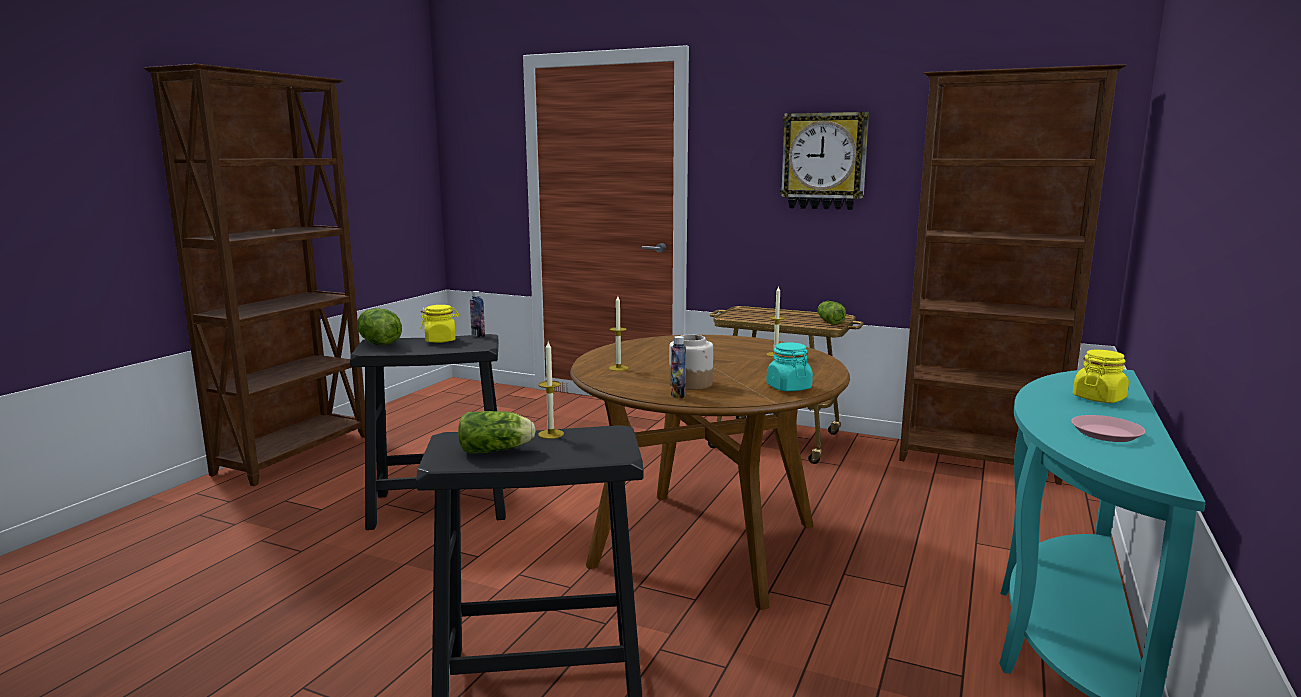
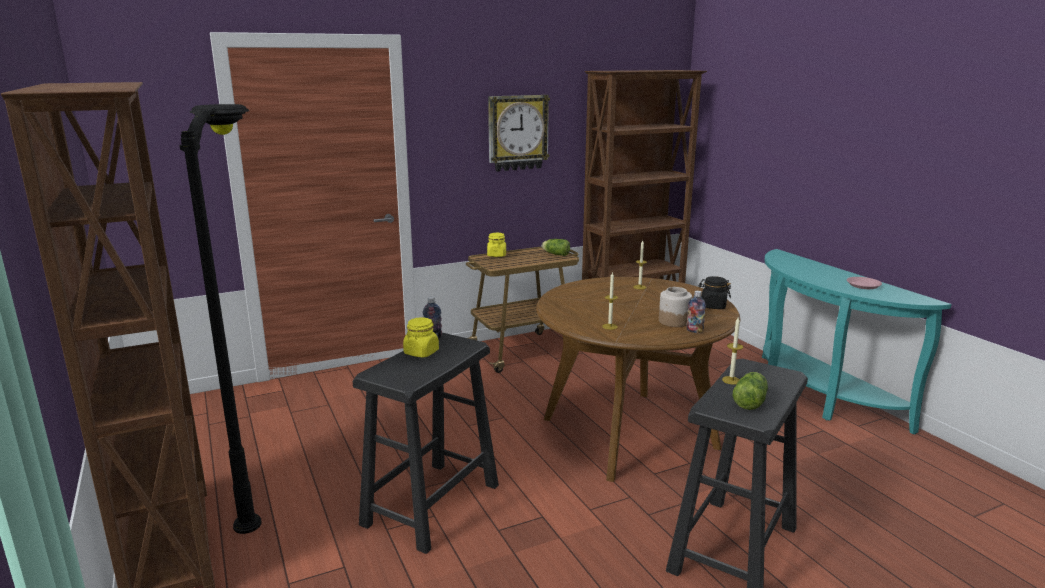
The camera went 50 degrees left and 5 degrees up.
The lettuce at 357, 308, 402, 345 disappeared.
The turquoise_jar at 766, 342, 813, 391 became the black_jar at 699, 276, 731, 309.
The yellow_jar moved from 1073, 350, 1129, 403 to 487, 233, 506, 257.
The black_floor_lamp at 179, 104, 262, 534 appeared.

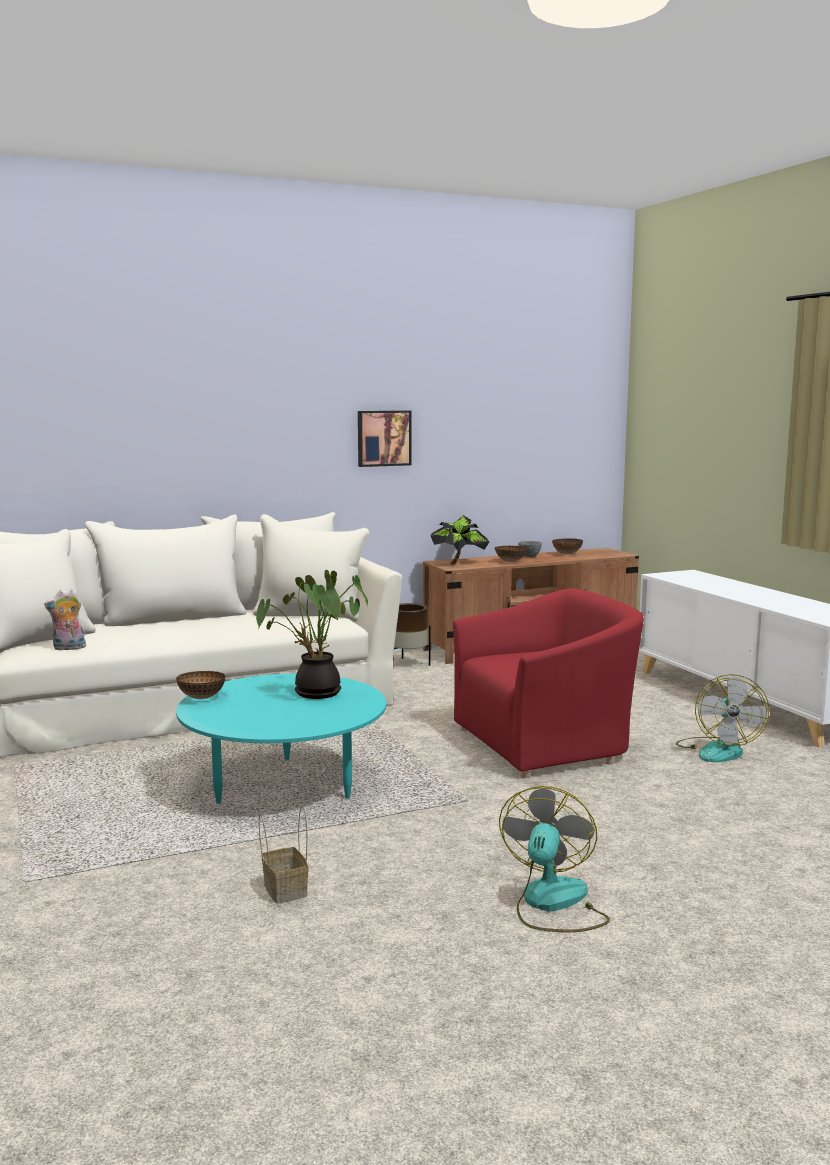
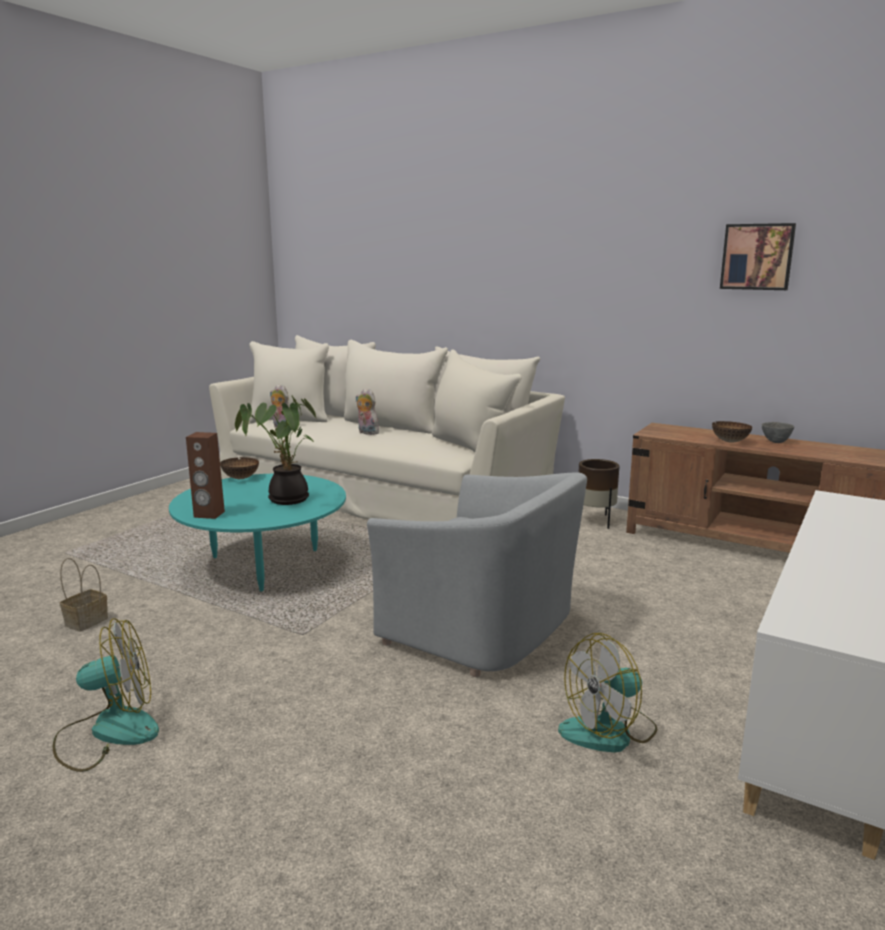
The camera went 55 degrees right and 5 degrees up.
The picture moved from 358, 410, 411, 467 to 720, 223, 796, 290.
The potted_plant at 431, 515, 489, 565 disappeared.
The red_armchair at 453, 588, 644, 778 became the grey_armchair at 367, 472, 587, 677.
The bowl at 552, 538, 583, 555 disappeared.
The brown_speaker at 186, 432, 225, 519 appeared.
The plush_toy at 356, 389, 379, 435 appeared.

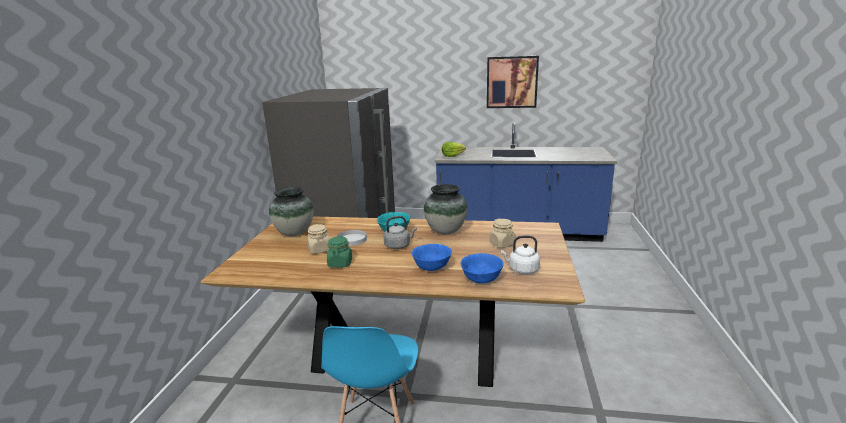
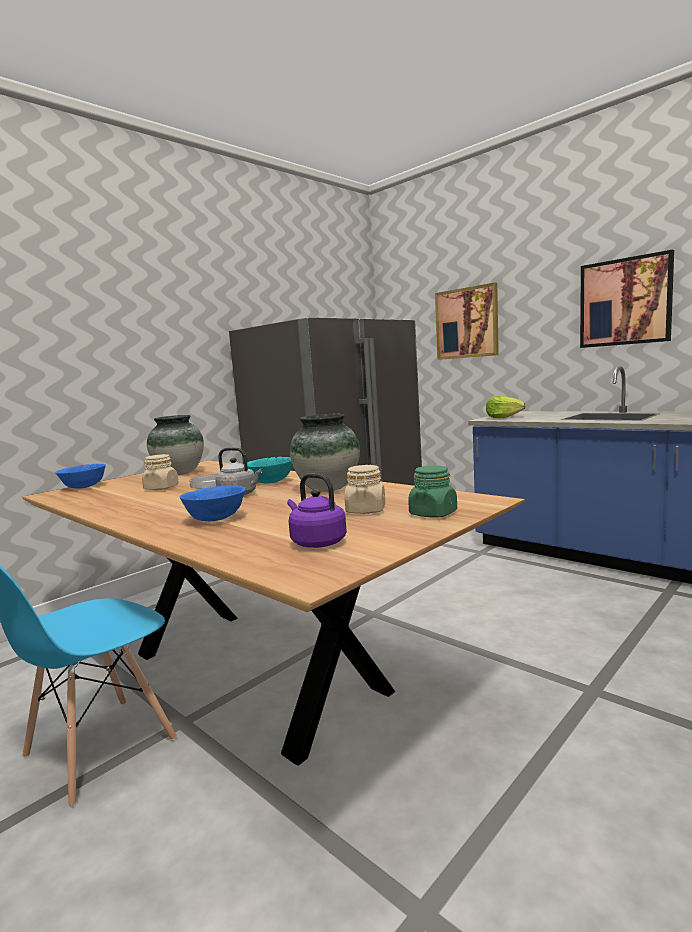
The camera went 35 degrees right and 10 degrees down.
The green_jar moved from 327, 236, 352, 268 to 408, 465, 457, 517.
The blue_bowl moved from 460, 253, 504, 283 to 55, 464, 106, 489.
The white_kettle at 501, 236, 540, 274 became the purple_kettle at 287, 473, 347, 548.
The picture at 435, 283, 499, 360 appeared.

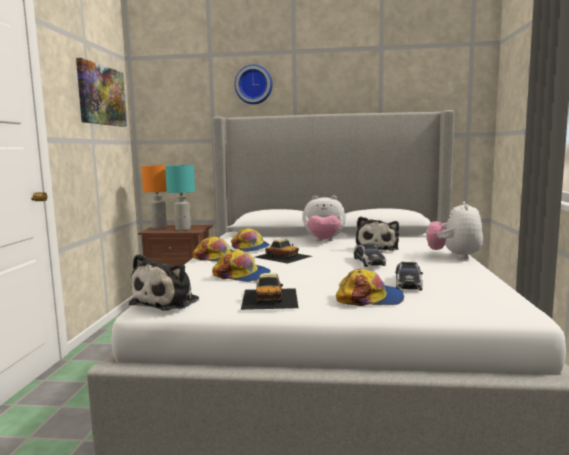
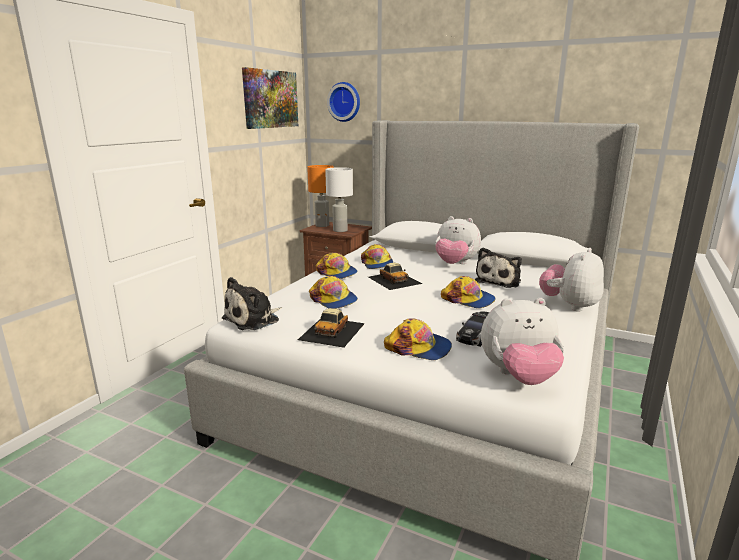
The camera went 20 degrees right and 10 degrees up.
The turquoise_table_lamp at 165, 165, 195, 231 became the white_table_lamp at 325, 167, 353, 232.
The wall_clock moved from 235, 65, 272, 104 to 327, 82, 360, 122.
The toy_car at 354, 244, 386, 267 was replaced by the cap at 441, 276, 496, 308.
The plush_toy at 481, 298, 564, 385 appeared.

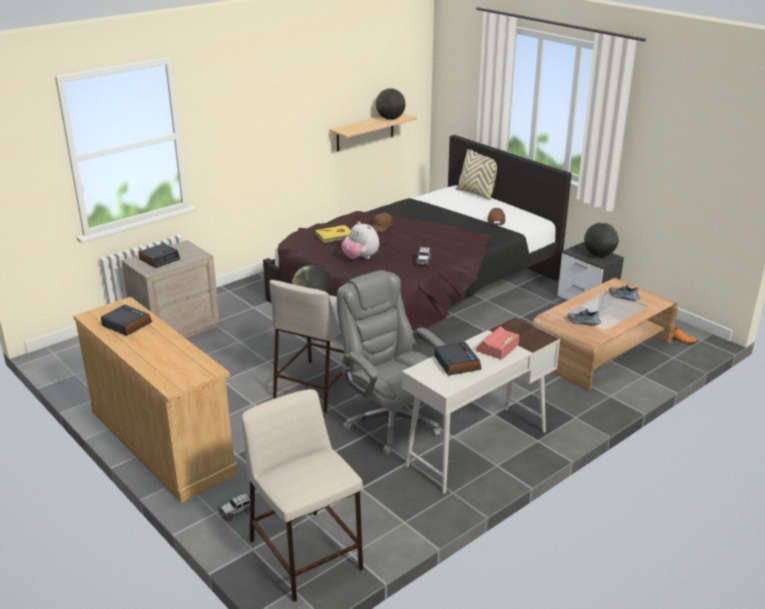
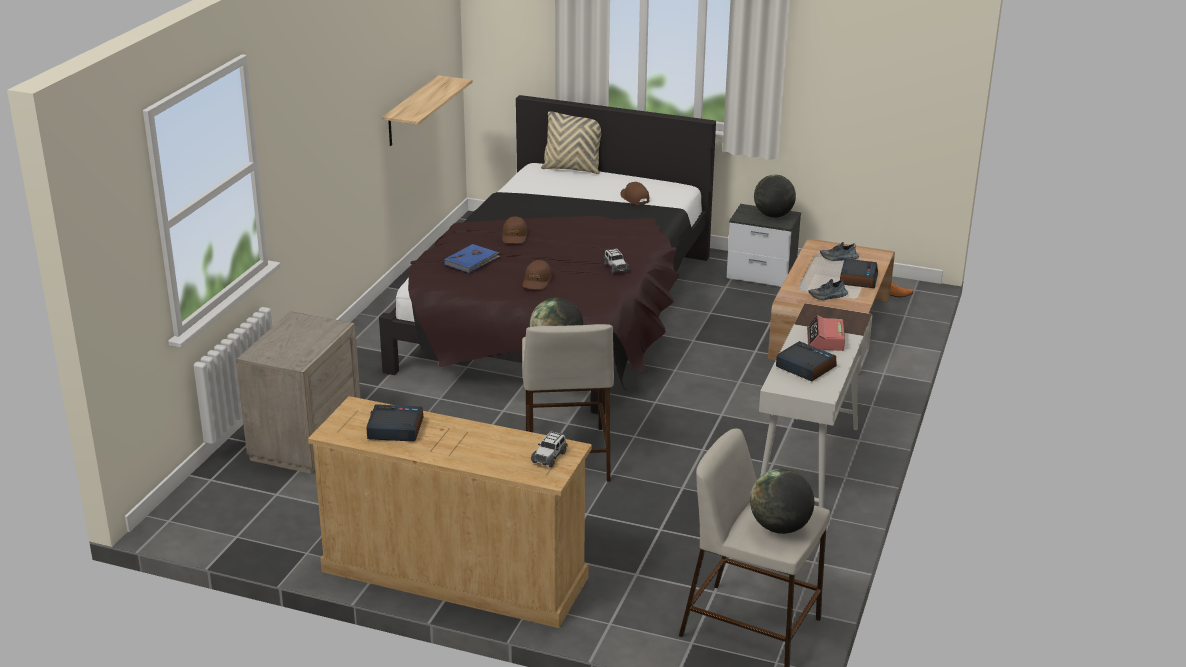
The camera went 30 degrees left and 0 degrees up.
The alarm_clock moved from 138, 243, 180, 268 to 840, 259, 878, 288.
The toy_car moved from 218, 493, 250, 521 to 531, 431, 568, 468.
The yellow_book at 315, 225, 351, 243 became the blue_book at 444, 244, 500, 273.
The grey_office_chair at 337, 270, 445, 454 disappeared.
The plush_toy at 341, 221, 379, 259 was replaced by the brown_cap at 522, 260, 552, 290.
The globe moved from 376, 88, 406, 120 to 750, 469, 814, 534.

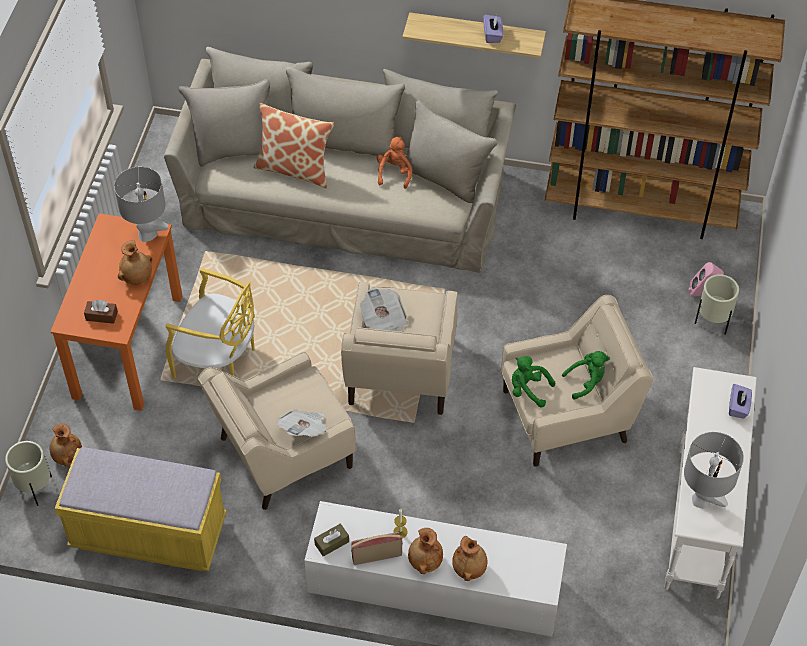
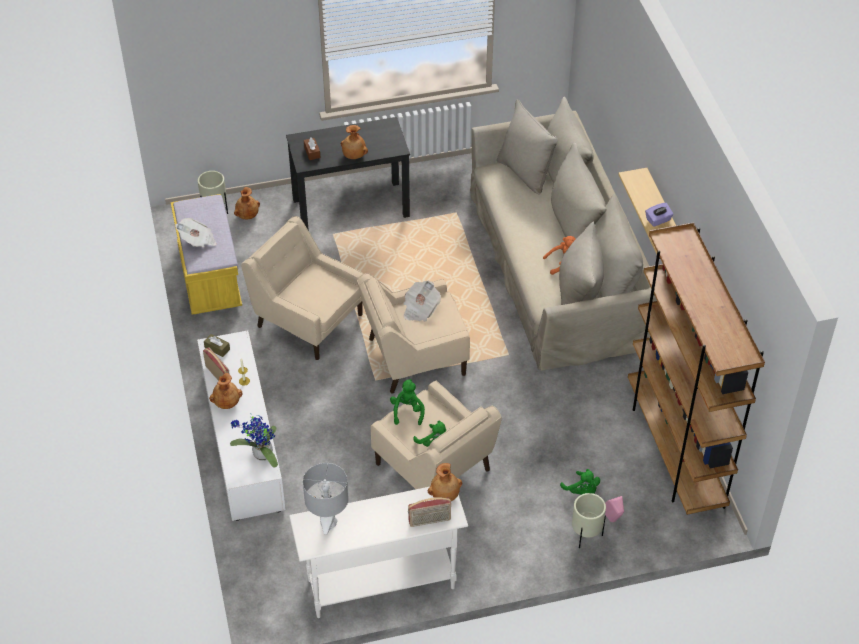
The camera went 65 degrees right and 5 degrees down.
The orange_desk at 50, 213, 182, 411 became the black_desk at 286, 117, 410, 231.
The grey_table_lamp at 114, 167, 168, 242 disappeared.
The yellow_chair at 166, 268, 255, 378 disappeared.
The pillow at 254, 103, 334, 188 disappeared.
The newspaper moved from 277, 409, 327, 437 to 176, 218, 217, 247.
The brown_vase moved from 452, 536, 487, 581 to 428, 463, 462, 501.
The purple_tissue_box at 729, 384, 752, 419 was replaced by the radio at 408, 497, 451, 527.
The potted_plant at 230, 413, 278, 468 appeared.
The green_plush_toy at 560, 469, 600, 495 appeared.

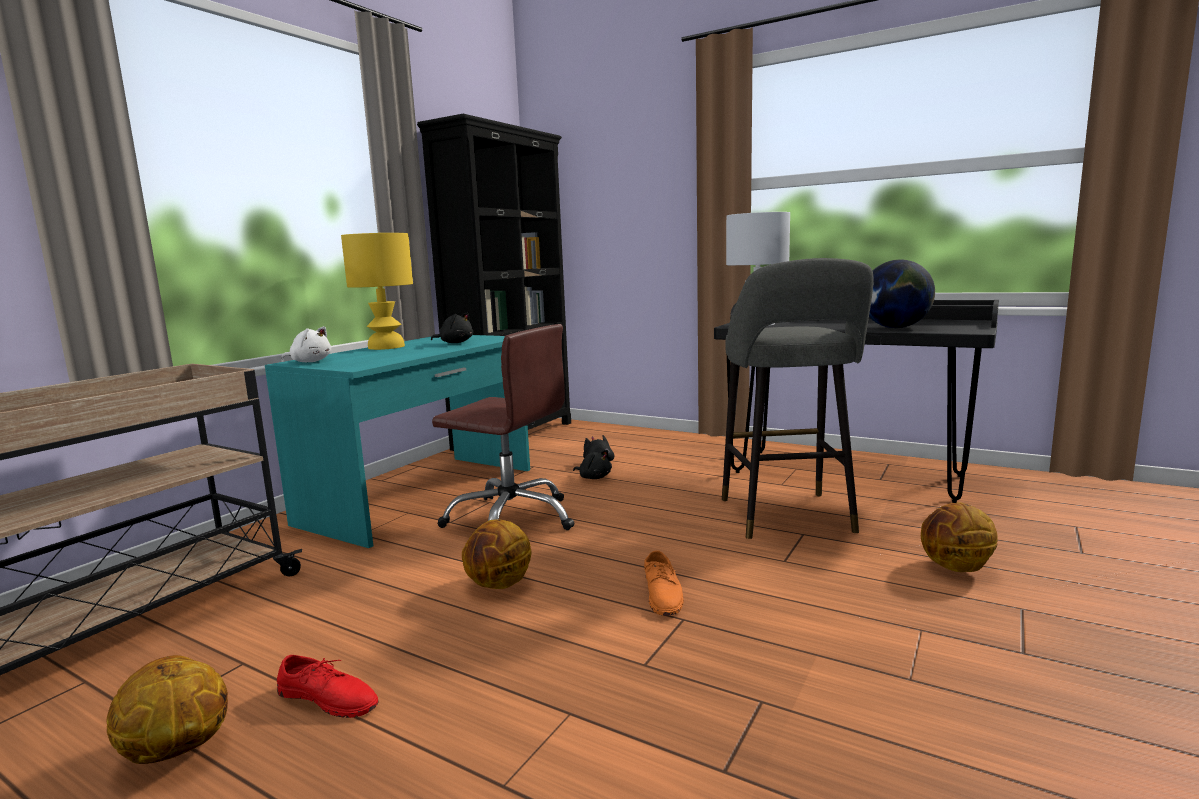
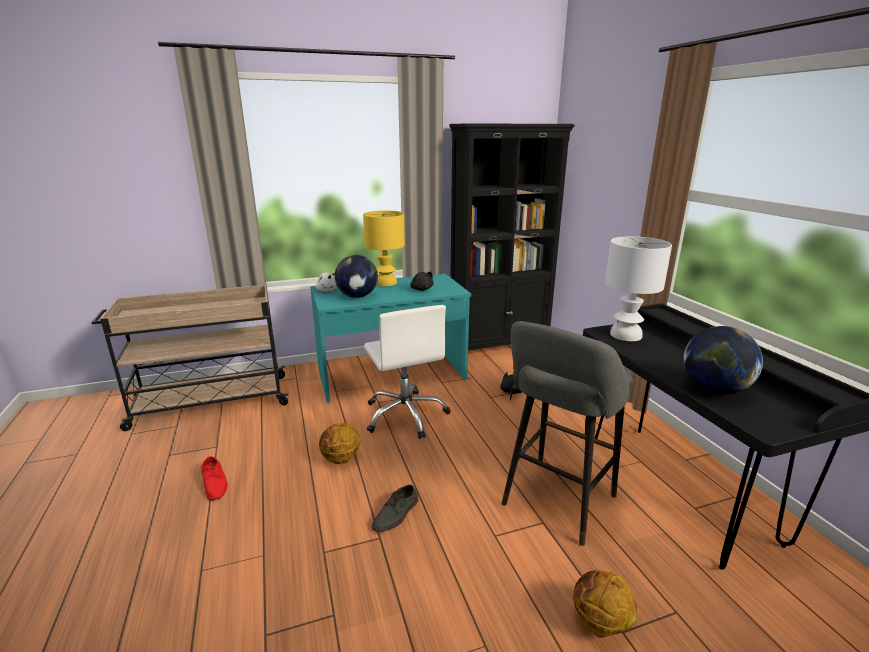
The camera went 40 degrees right and 10 degrees up.
The basketball at 107, 655, 228, 764 disappeared.
The brown_office_chair at 432, 324, 574, 530 became the white_office_chair at 364, 305, 450, 439.
The black_plush_toy at 573, 450, 611, 479 disappeared.
The orange_shoe at 644, 550, 684, 615 became the grey_shoe at 372, 485, 418, 532.
The globe at 335, 255, 378, 298 appeared.

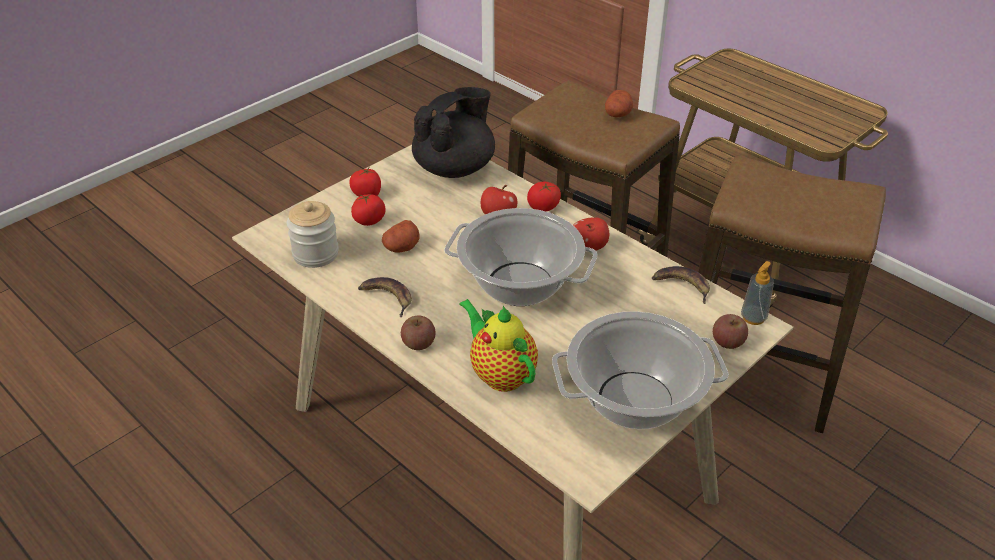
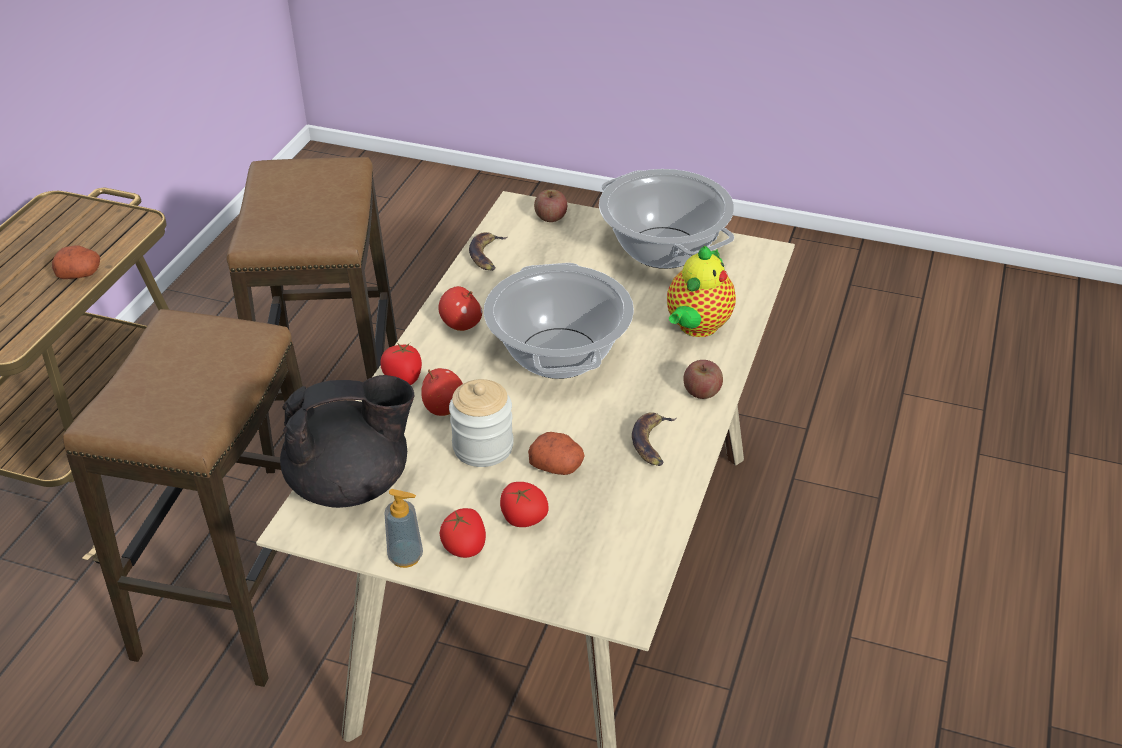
The camera went 115 degrees left and 0 degrees up.
The jar moved from 287, 201, 339, 268 to 449, 379, 514, 467.
The black_teapot at 412, 87, 495, 178 turned 150 degrees clockwise.
The potato moved from 605, 90, 633, 117 to 52, 245, 100, 279.
The soap_dispenser moved from 741, 261, 774, 325 to 384, 489, 423, 568.

